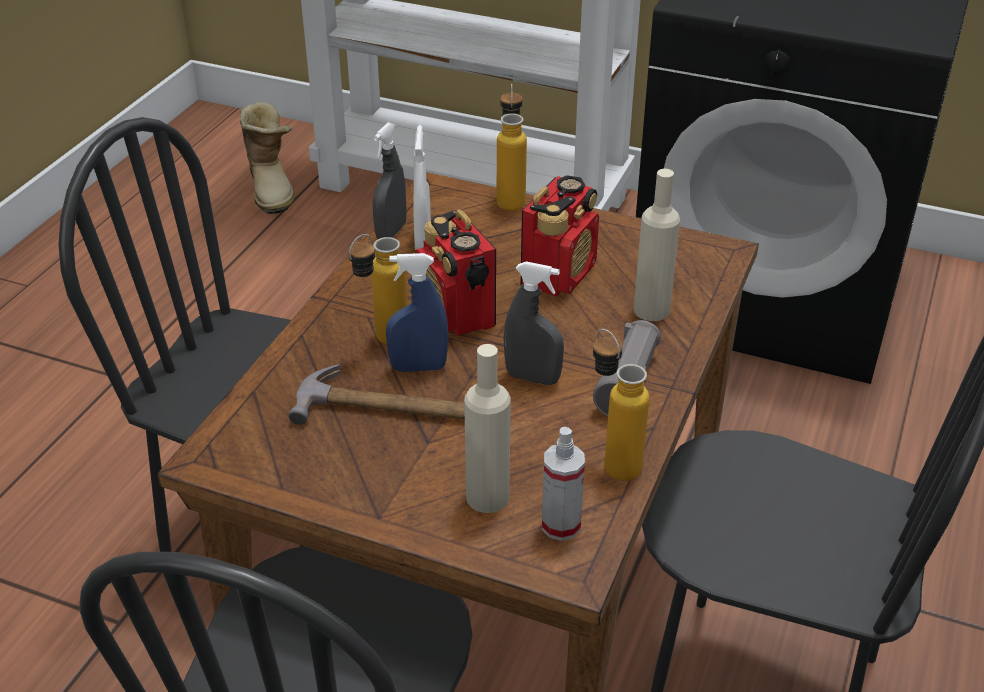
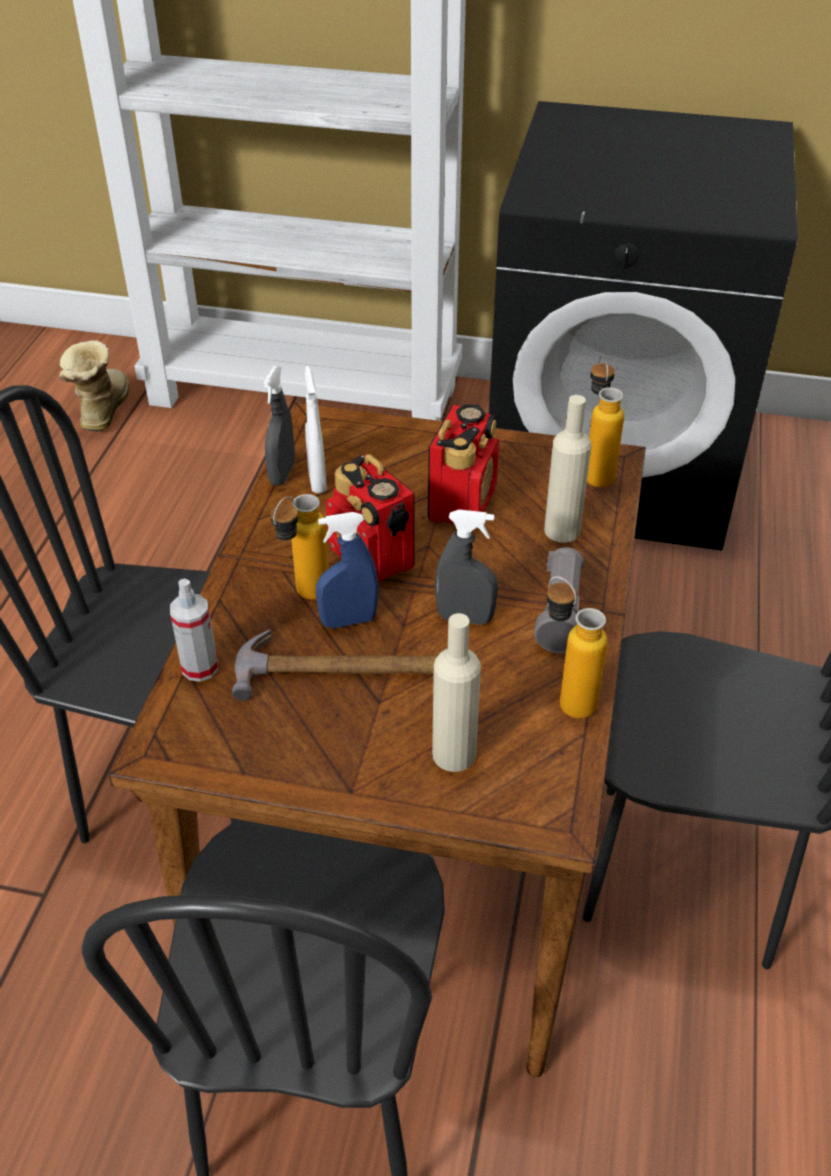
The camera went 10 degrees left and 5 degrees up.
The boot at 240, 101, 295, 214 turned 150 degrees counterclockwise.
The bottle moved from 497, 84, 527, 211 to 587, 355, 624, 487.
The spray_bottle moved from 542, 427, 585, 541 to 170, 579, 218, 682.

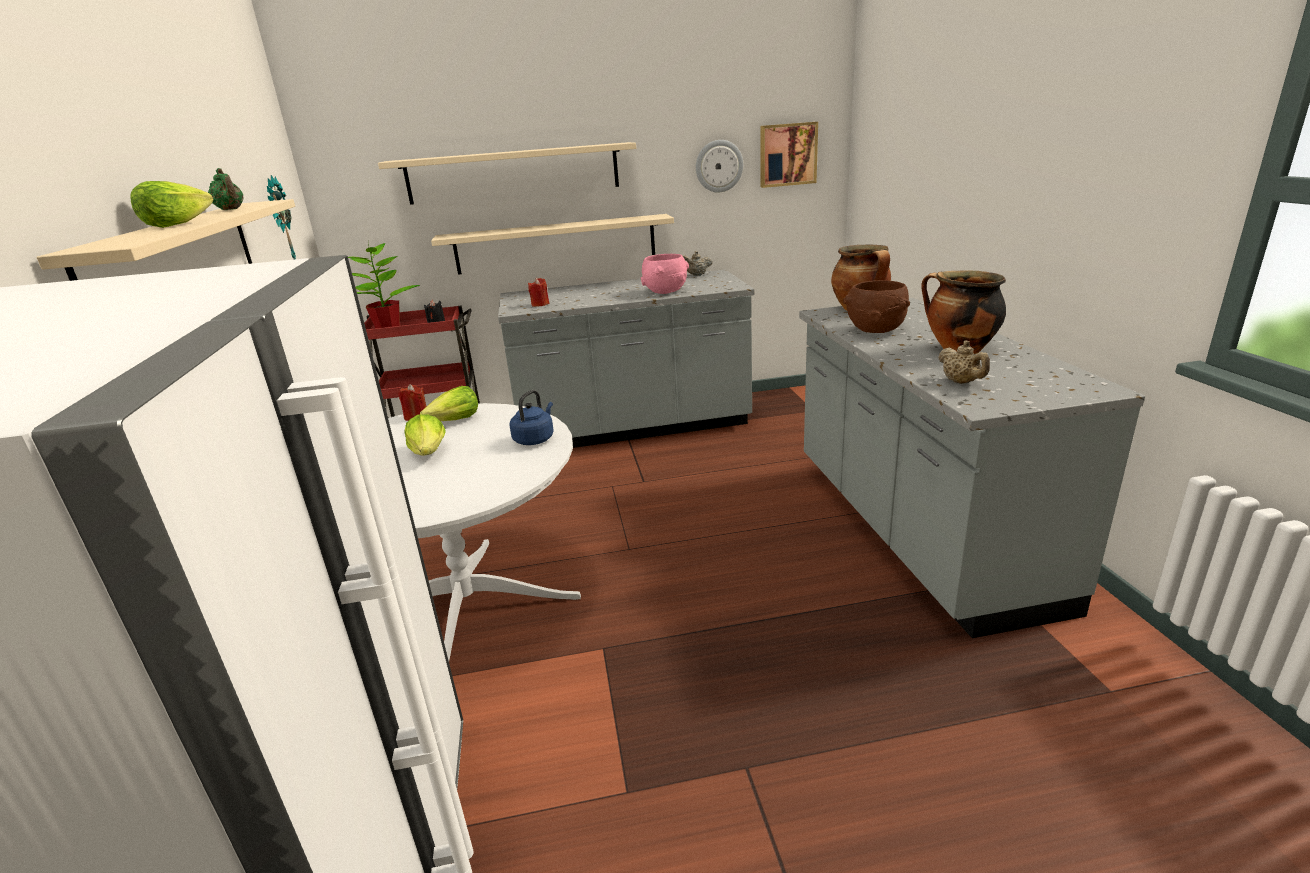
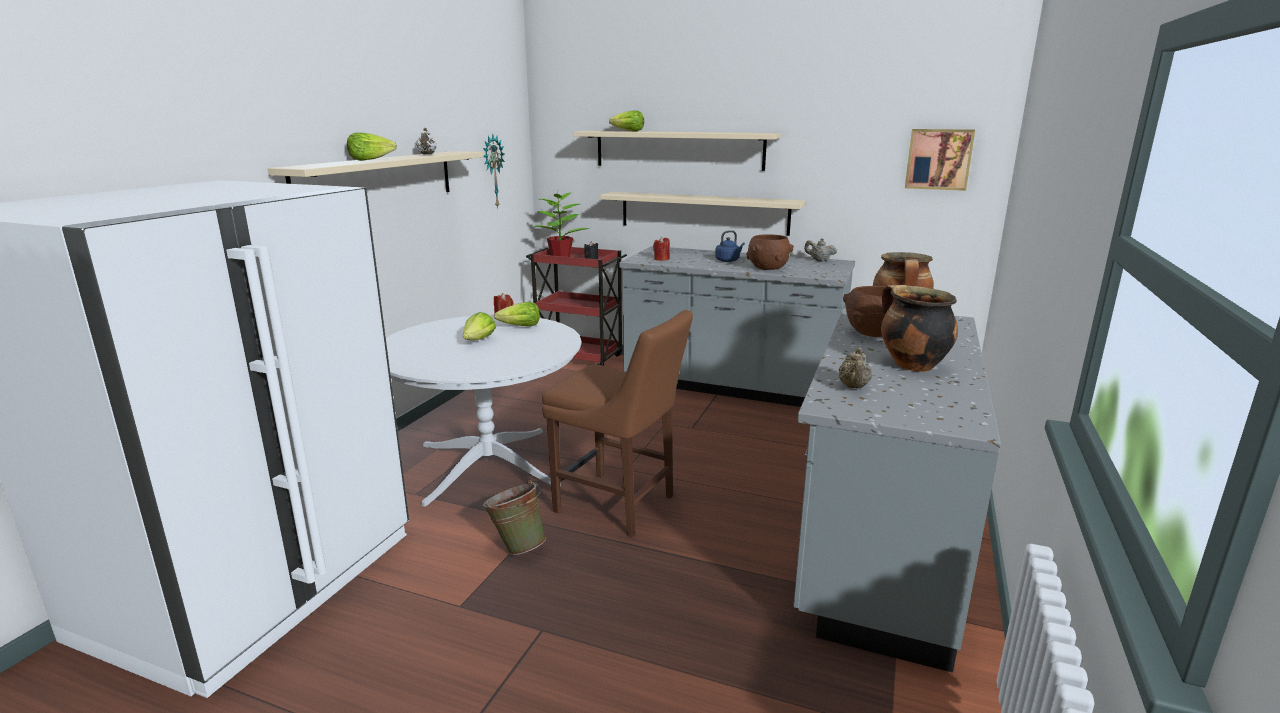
The camera went 30 degrees right and 5 degrees down.
The green_teapot at 208, 168, 243, 210 became the white_teapot at 416, 127, 437, 155.
The blue_kettle moved from 509, 390, 554, 445 to 715, 230, 745, 262.
The pink_bowl at 641, 254, 689, 294 became the brown_bowl at 746, 234, 794, 270.
The wall_clock at 696, 140, 743, 193 disappeared.
The green_bucket at 483, 480, 546, 555 appeared.
The brown_chair at 542, 310, 693, 537 appeared.
The lettuce at 609, 110, 644, 132 appeared.

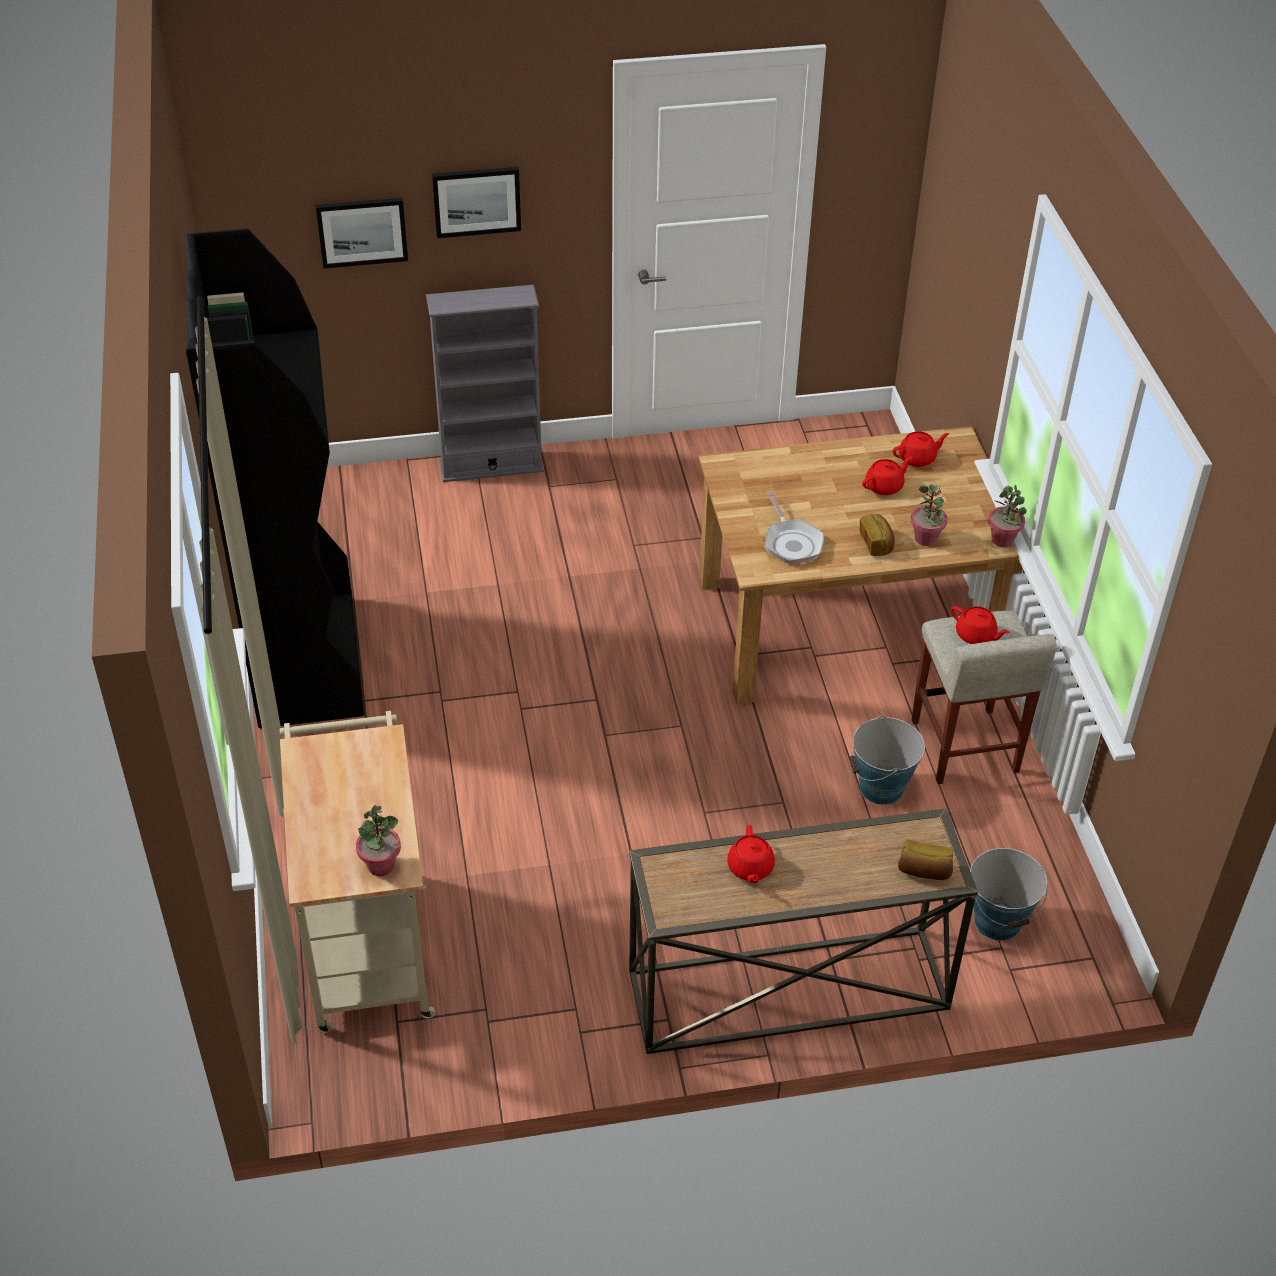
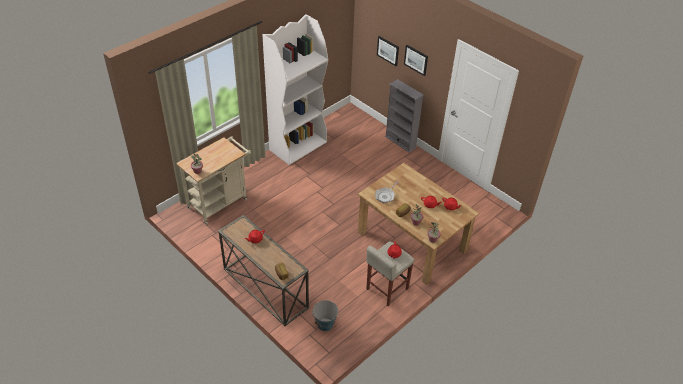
The camera went 55 degrees right and 0 degrees up.
The black_bookcase at 184, 228, 364, 728 became the white_bookcase at 262, 14, 328, 165.
The bucket at 849, 715, 925, 805 disappeared.

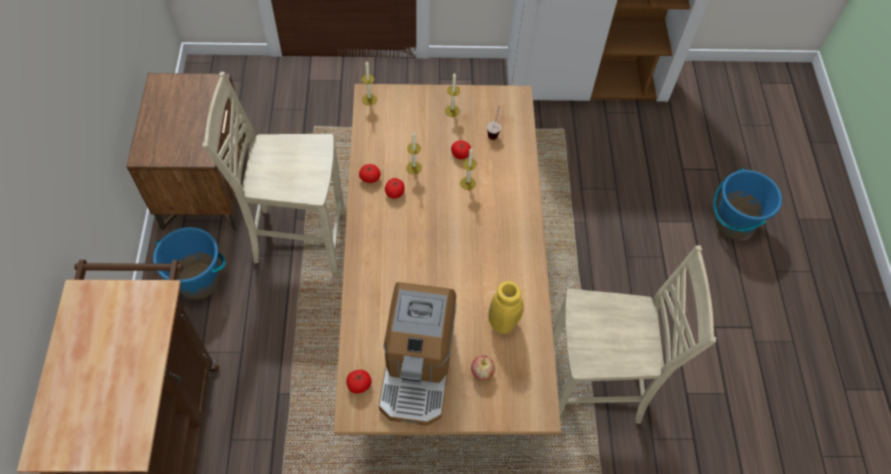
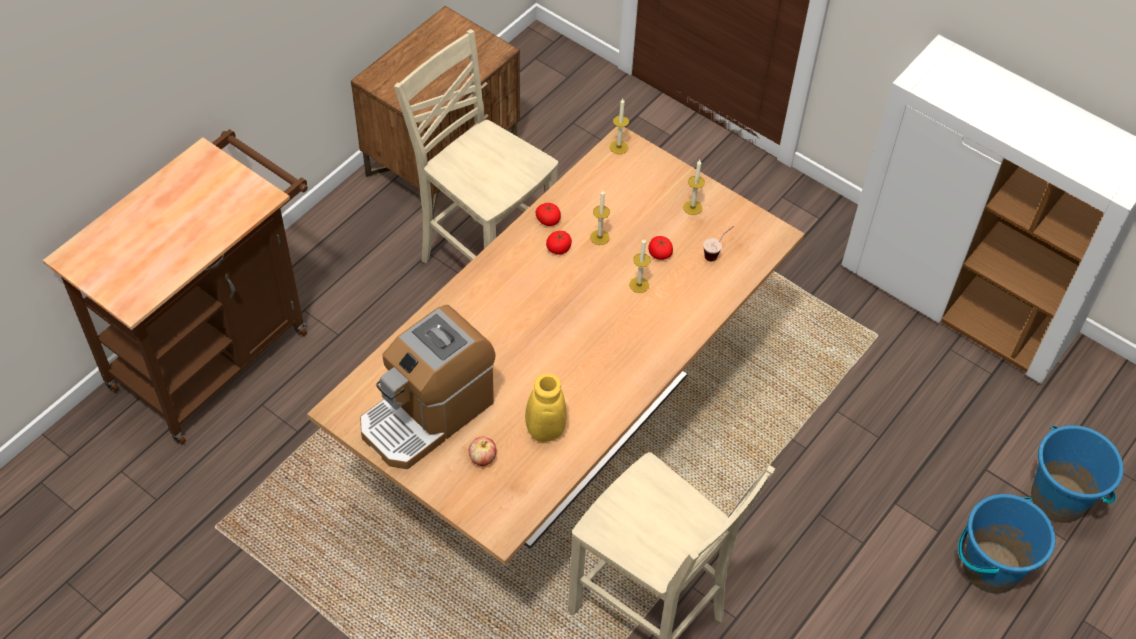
The camera went 40 degrees right and 5 degrees down.
The blue_bucket moved from 153, 227, 226, 300 to 1031, 425, 1124, 523.
The tomato at 346, 370, 372, 394 disappeared.

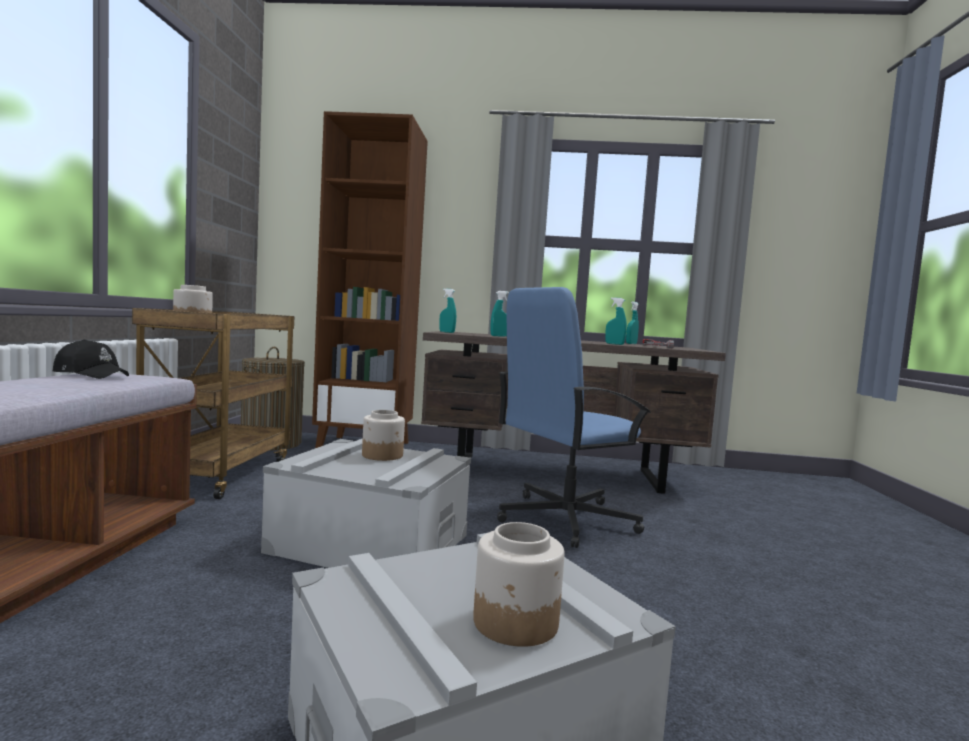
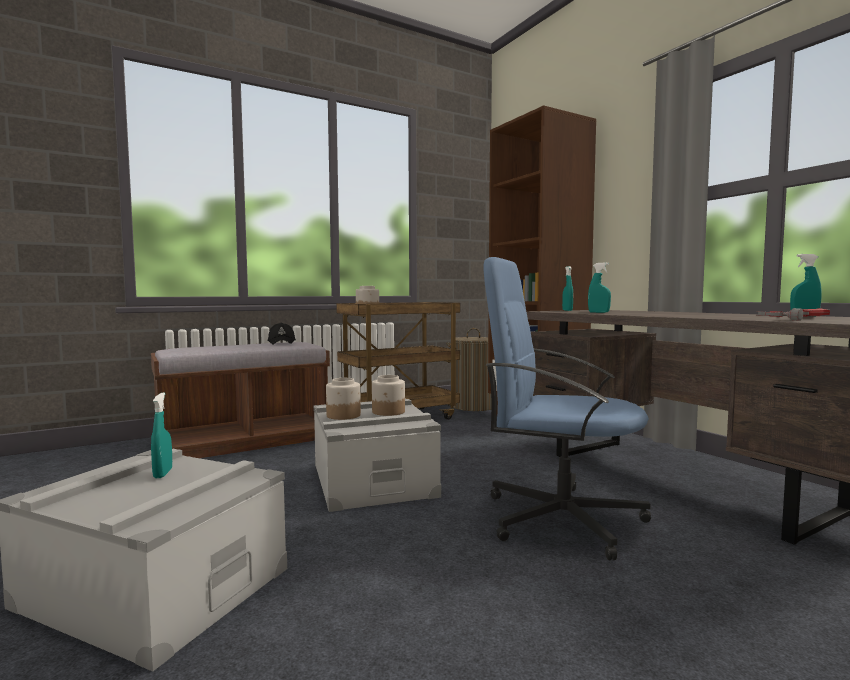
The camera went 55 degrees right and 0 degrees up.
The jar moved from 473, 522, 565, 647 to 326, 378, 361, 420.
The turquoise_spray_bottle moved from 605, 297, 627, 345 to 151, 393, 172, 478.

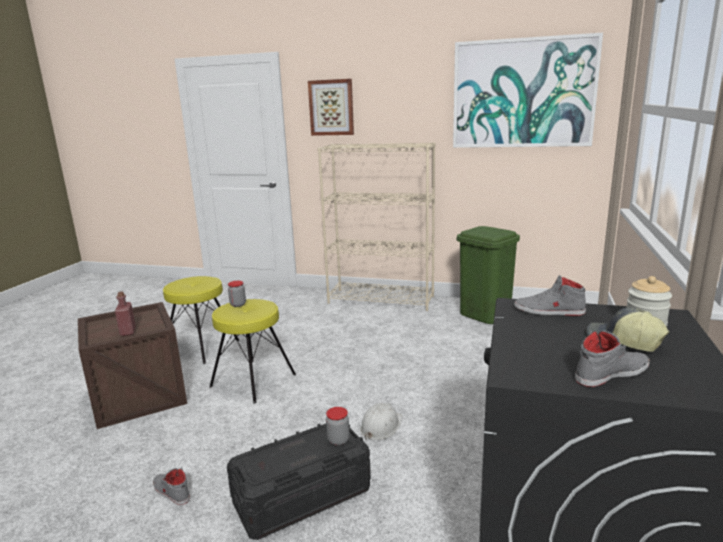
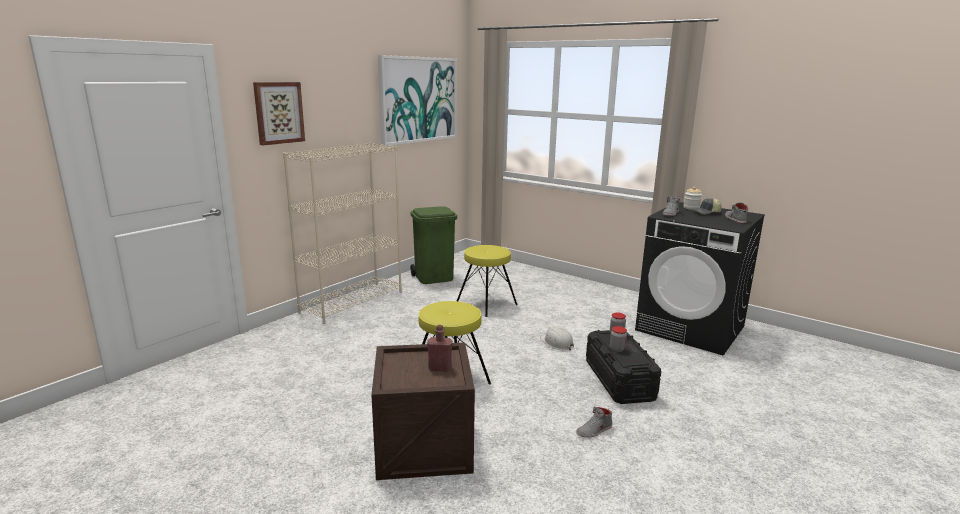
The camera went 70 degrees left and 0 degrees up.
The yellow_stool moved from 163, 276, 240, 364 to 457, 245, 518, 317.
The jar moved from 228, 281, 246, 307 to 610, 326, 627, 352.

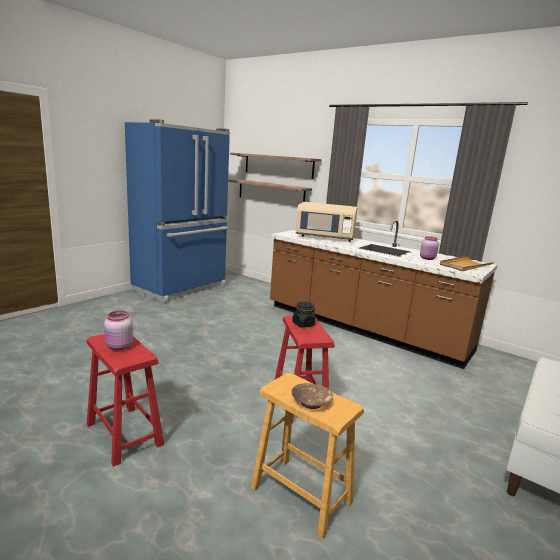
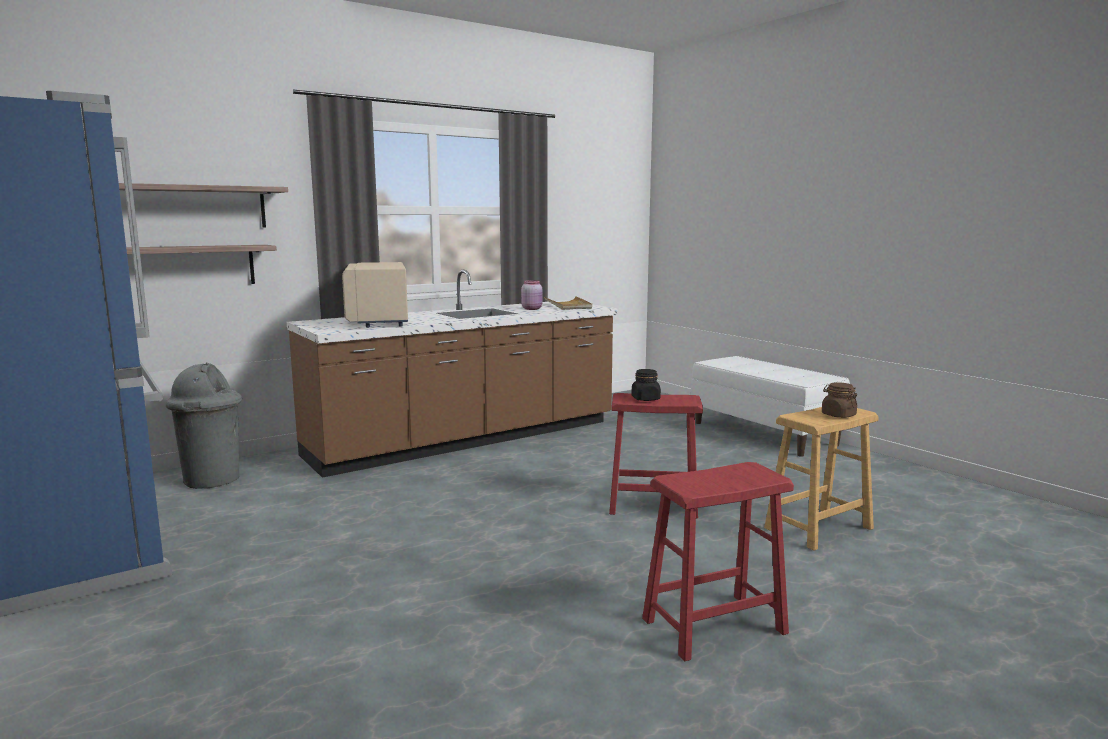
The camera went 70 degrees left and 5 degrees down.
The pink_jar at 104, 311, 133, 351 disappeared.
The brown_bowl at 292, 383, 333, 409 was replaced by the brown_jar at 822, 382, 857, 418.
The beige_microwave at 296, 202, 357, 242 turned 135 degrees clockwise.
The grey_trash_can at 166, 363, 242, 489 appeared.

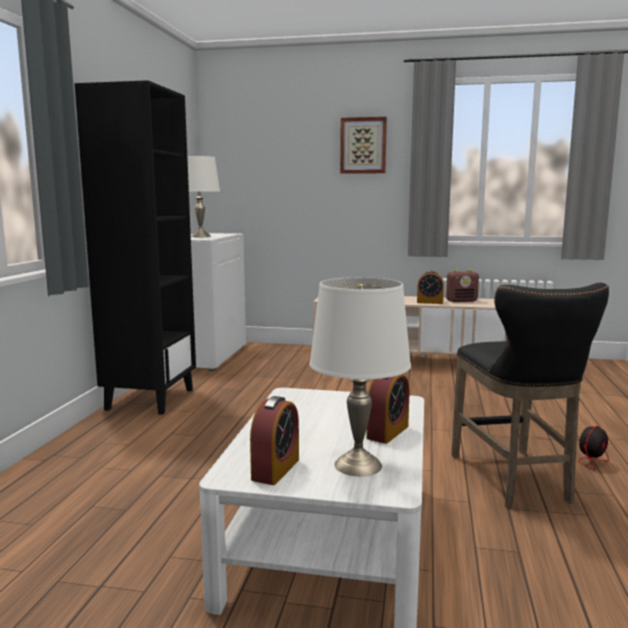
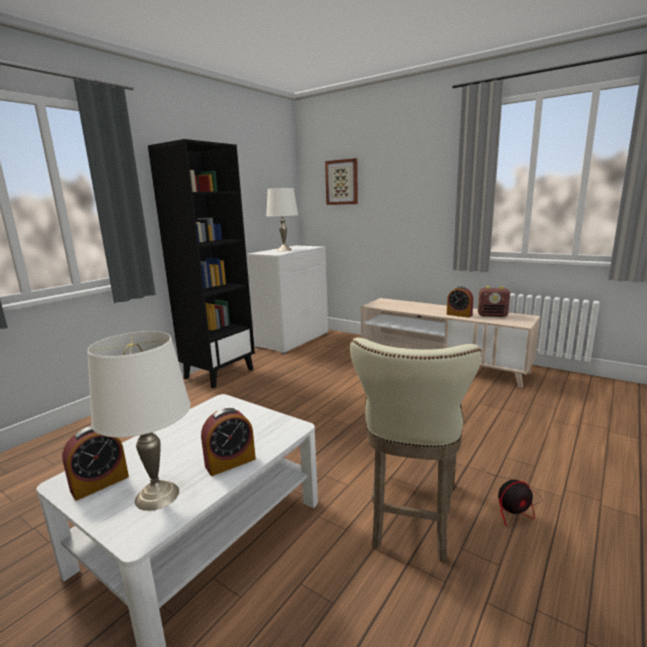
The camera went 25 degrees right and 5 degrees up.
The picture moved from 340, 117, 387, 174 to 325, 158, 358, 205.
The black_stool at 451, 283, 609, 508 became the beige_stool at 350, 338, 482, 561.

